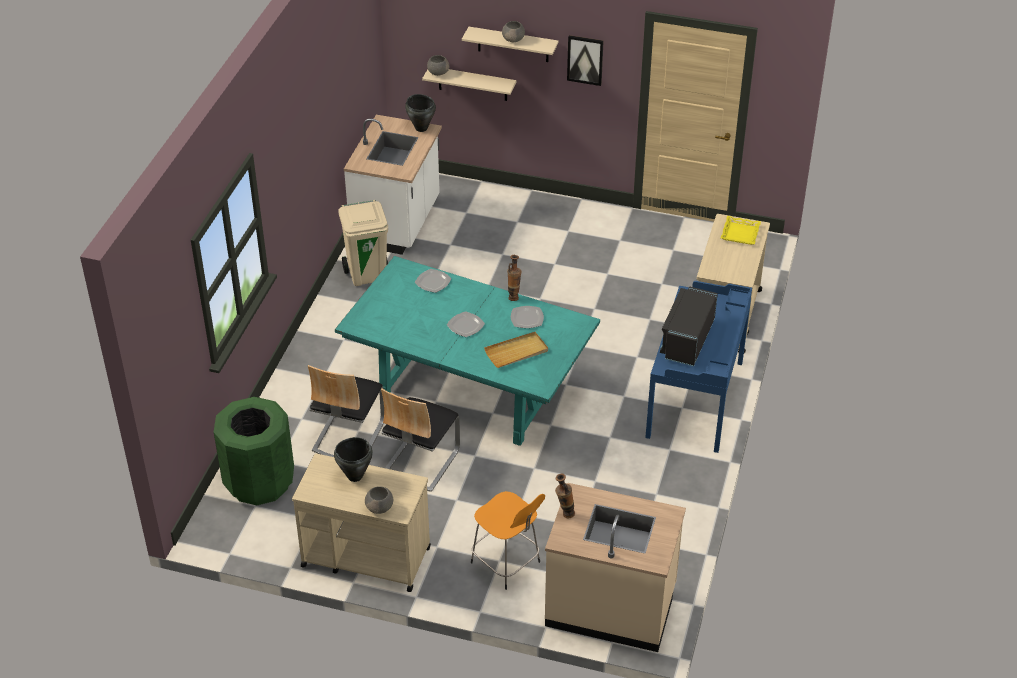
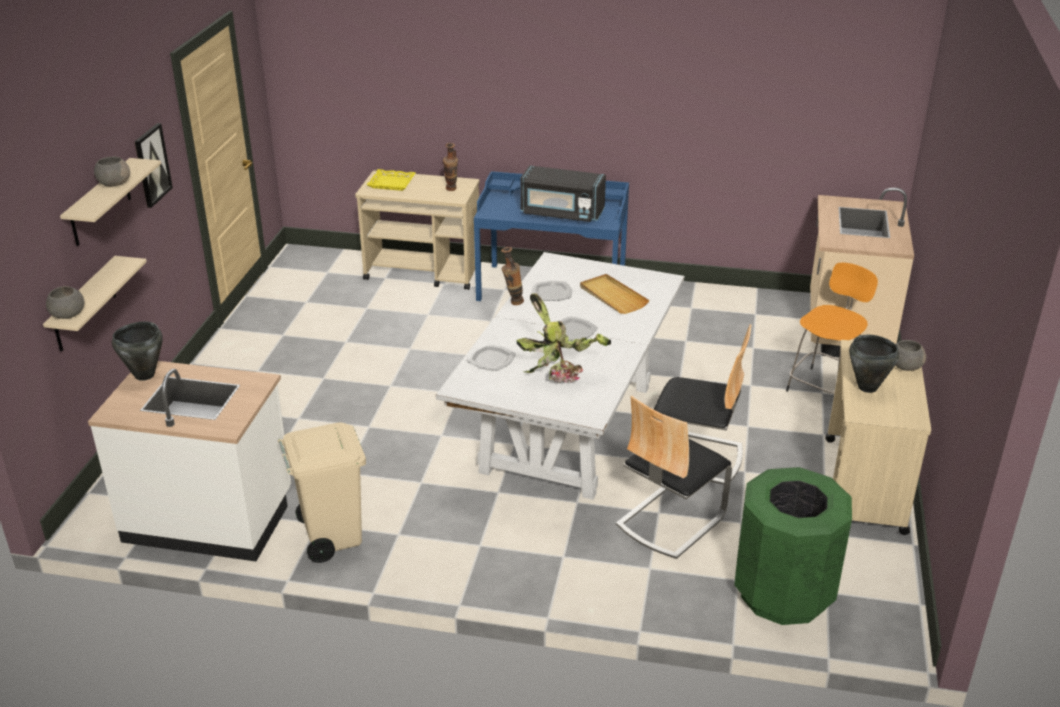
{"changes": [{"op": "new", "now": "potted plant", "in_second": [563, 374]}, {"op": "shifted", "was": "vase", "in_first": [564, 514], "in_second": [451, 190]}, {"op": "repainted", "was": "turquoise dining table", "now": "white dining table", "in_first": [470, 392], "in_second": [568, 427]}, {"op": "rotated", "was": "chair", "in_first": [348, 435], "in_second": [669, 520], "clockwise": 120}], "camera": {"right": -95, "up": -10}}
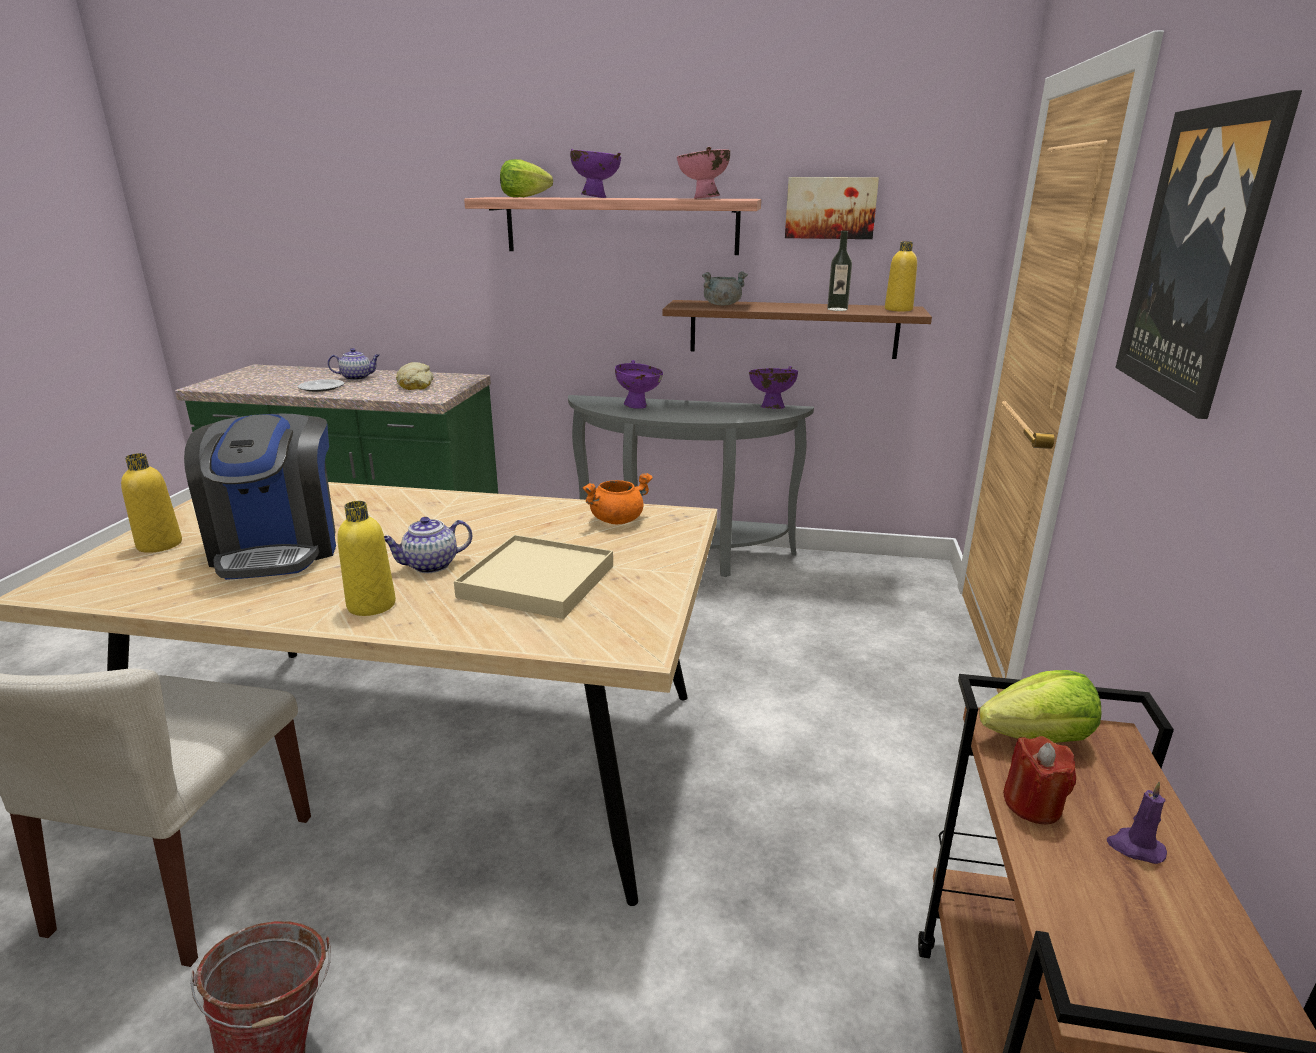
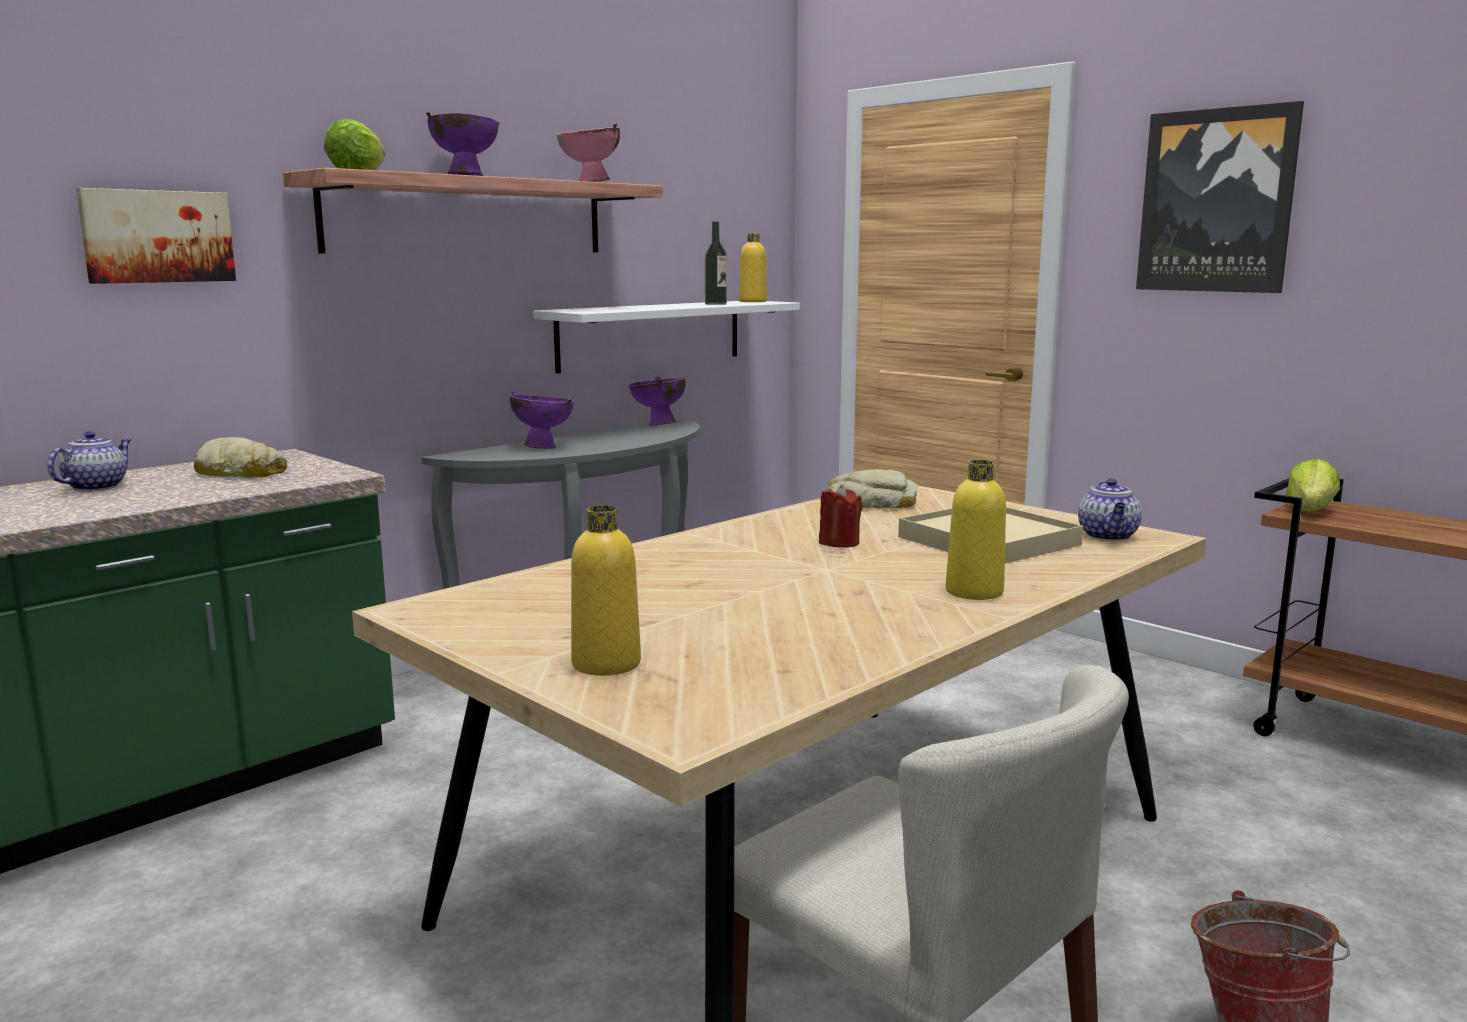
{"changes": [{"op": "gone", "was": "coffee machine", "in_first": [278, 548]}, {"op": "gone", "was": "plate", "in_first": [322, 388]}, {"op": "gone", "was": "grey cooking pot", "in_first": [722, 304]}, {"op": "gone", "was": "purple candle", "in_first": [1135, 847]}, {"op": "shifted", "was": "teapot", "in_first": [430, 566], "in_second": [1108, 536]}, {"op": "shifted", "was": "picture", "in_first": [830, 208], "in_second": [157, 236]}, {"op": "shifted", "was": "red candle", "in_first": [1032, 805], "in_second": [839, 542]}, {"op": "swapped", "was": "orange cooking pot", "now": "bread", "in_first": [617, 519], "in_second": [871, 503]}, {"op": "repainted", "was": "brown shelf", "now": "white shelf", "in_first": [793, 329], "in_second": [651, 334]}], "camera": {"right": -55, "up": -10}}
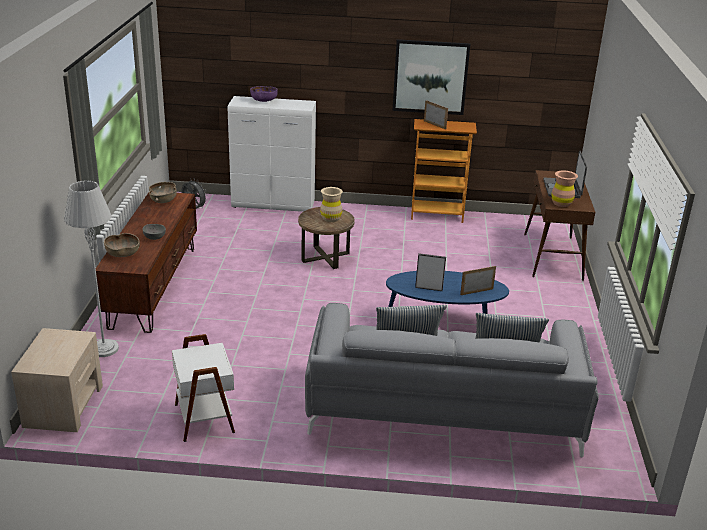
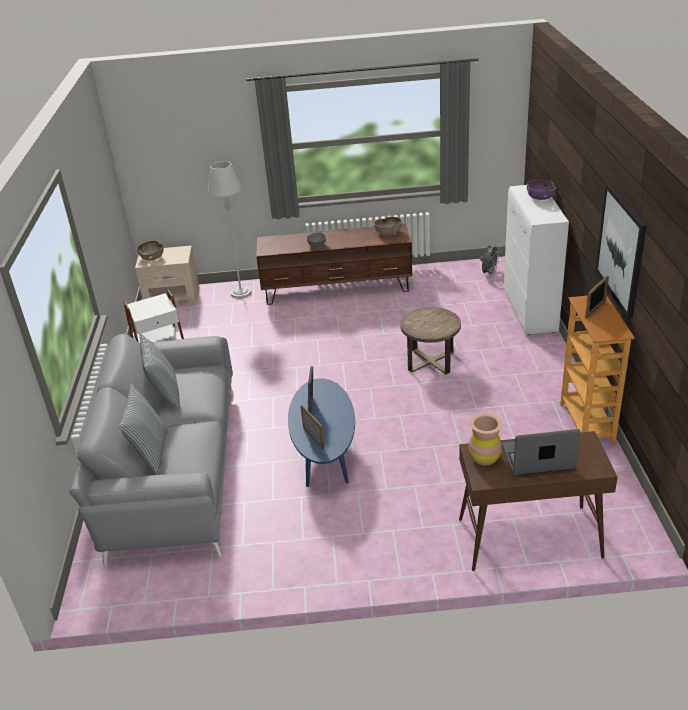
{"changes": [{"op": "gone", "was": "beige vase", "in_first": [331, 218]}, {"op": "shifted", "was": "brown bowl", "in_first": [123, 254], "in_second": [152, 258]}], "camera": {"right": 85, "up": 5}}
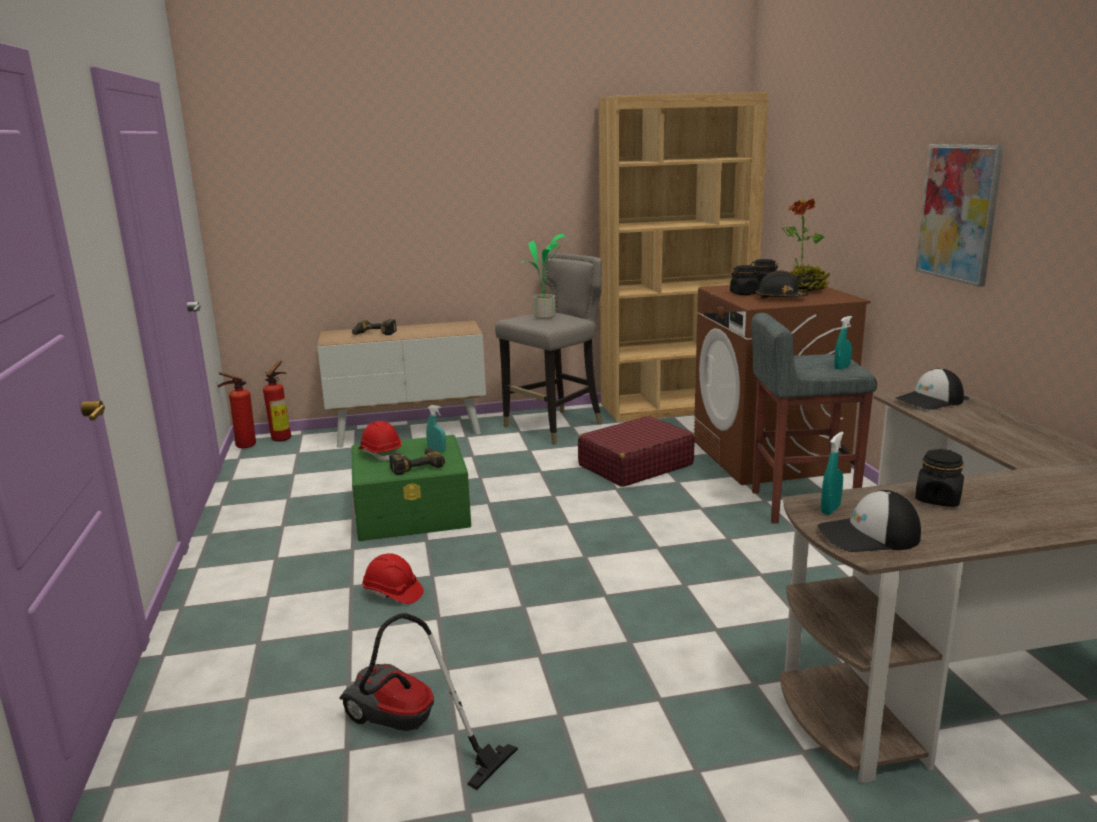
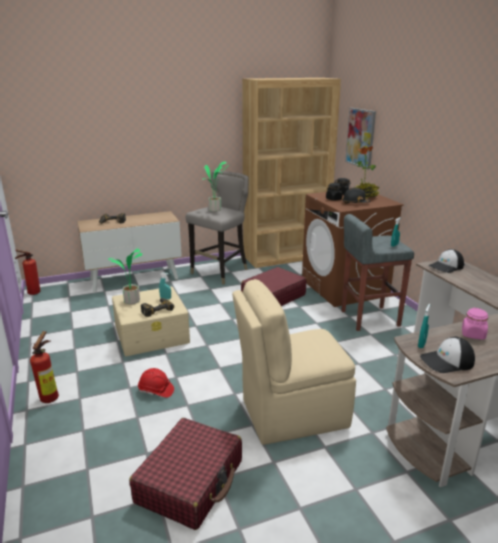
{"changes": [{"op": "new", "now": "beige chair", "in_second": [291, 413]}, {"op": "shifted", "was": "fire extinguisher", "in_first": [283, 438], "in_second": [51, 397]}, {"op": "shifted", "was": "picture", "in_first": [958, 212], "in_second": [360, 138]}, {"op": "swapped", "was": "vacuum cleaner", "now": "red suitcase", "in_first": [408, 731], "in_second": [190, 481]}, {"op": "swapped", "was": "red hard hat", "now": "potted plant", "in_first": [380, 453], "in_second": [132, 302]}, {"op": "repainted", "was": "green storage box", "now": "beige storage box", "in_first": [412, 511], "in_second": [152, 333]}, {"op": "repainted", "was": "black jar", "now": "pink jar", "in_first": [938, 499], "in_second": [473, 334]}], "camera": {"right": -10, "up": 5}}
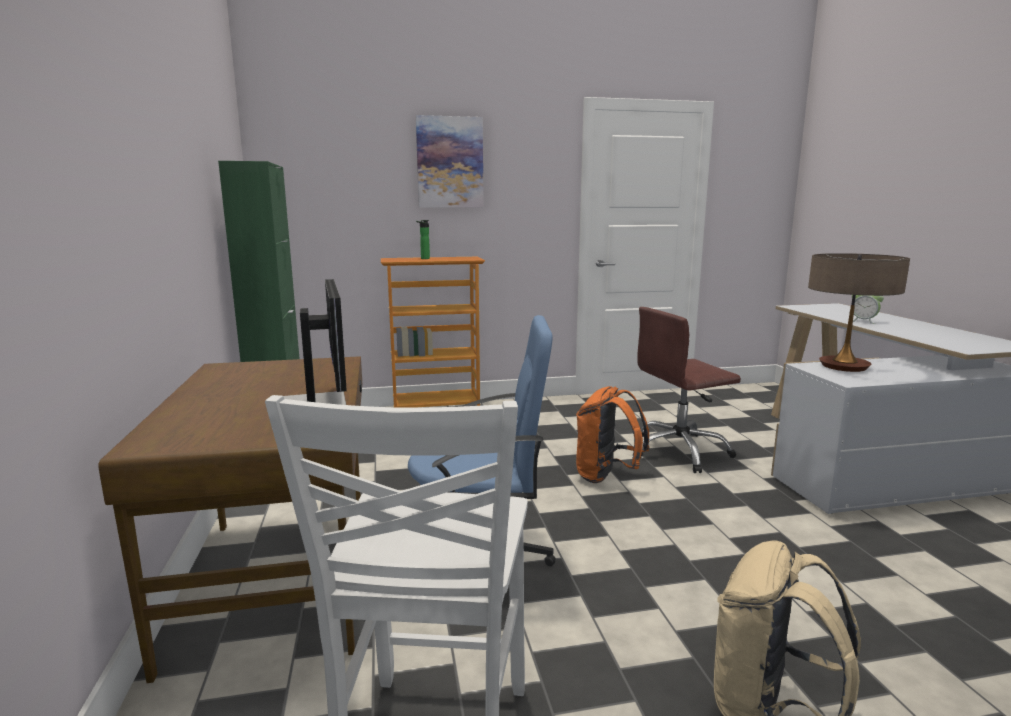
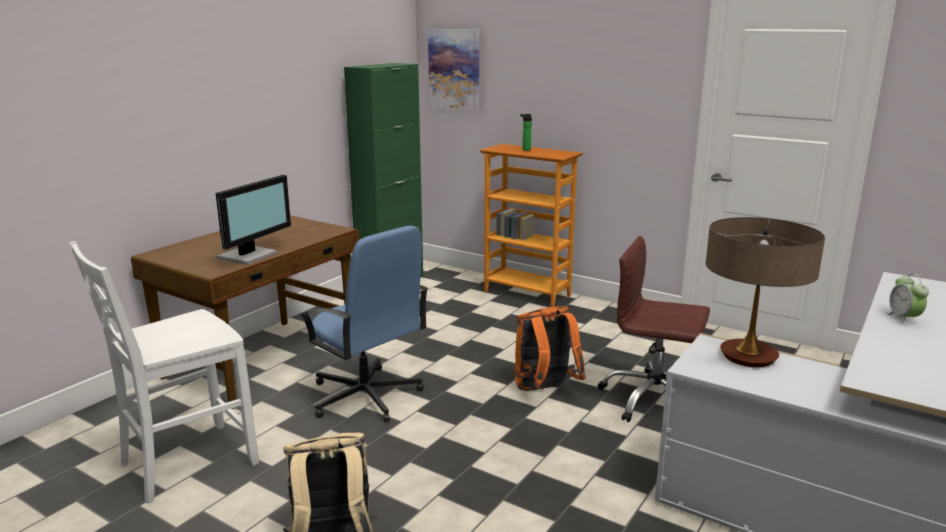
{"changes": [{"op": "shifted", "was": "picture", "in_first": [450, 162], "in_second": [454, 69]}], "camera": {"right": 45, "up": 5}}
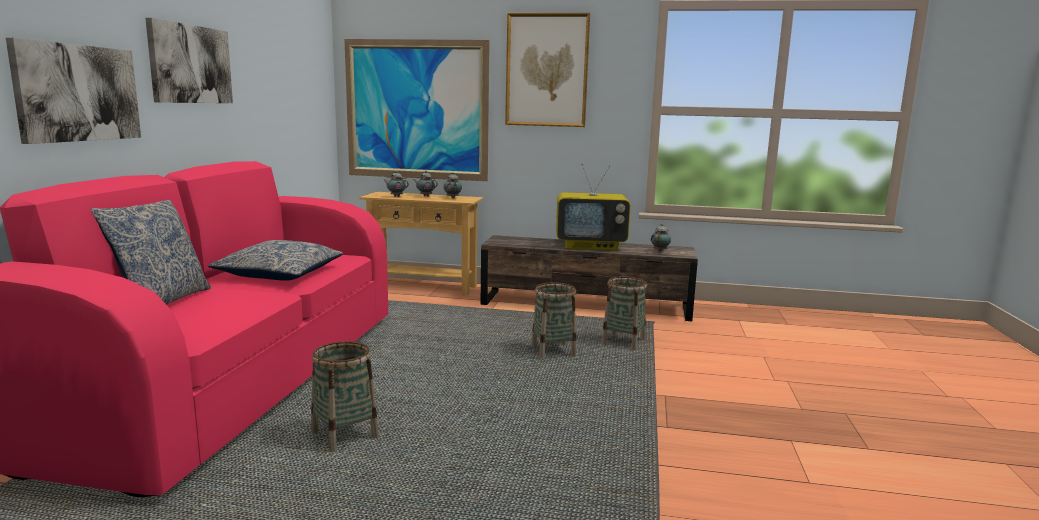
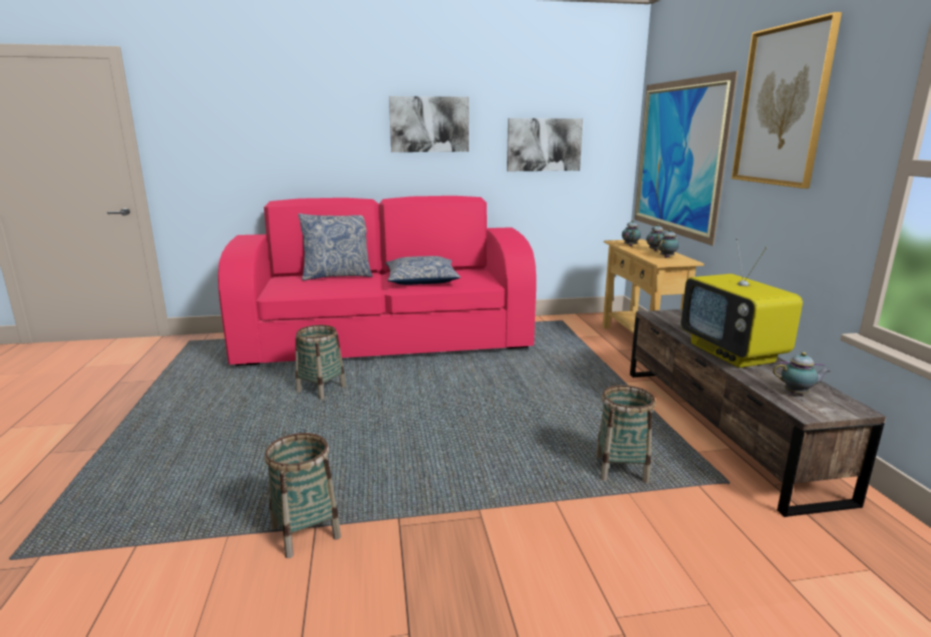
{"changes": [{"op": "shifted", "was": "picture", "in_first": [77, 93], "in_second": [544, 144]}, {"op": "shifted", "was": "basket", "in_first": [553, 351], "in_second": [305, 532]}], "camera": {"right": 70, "up": 5}}
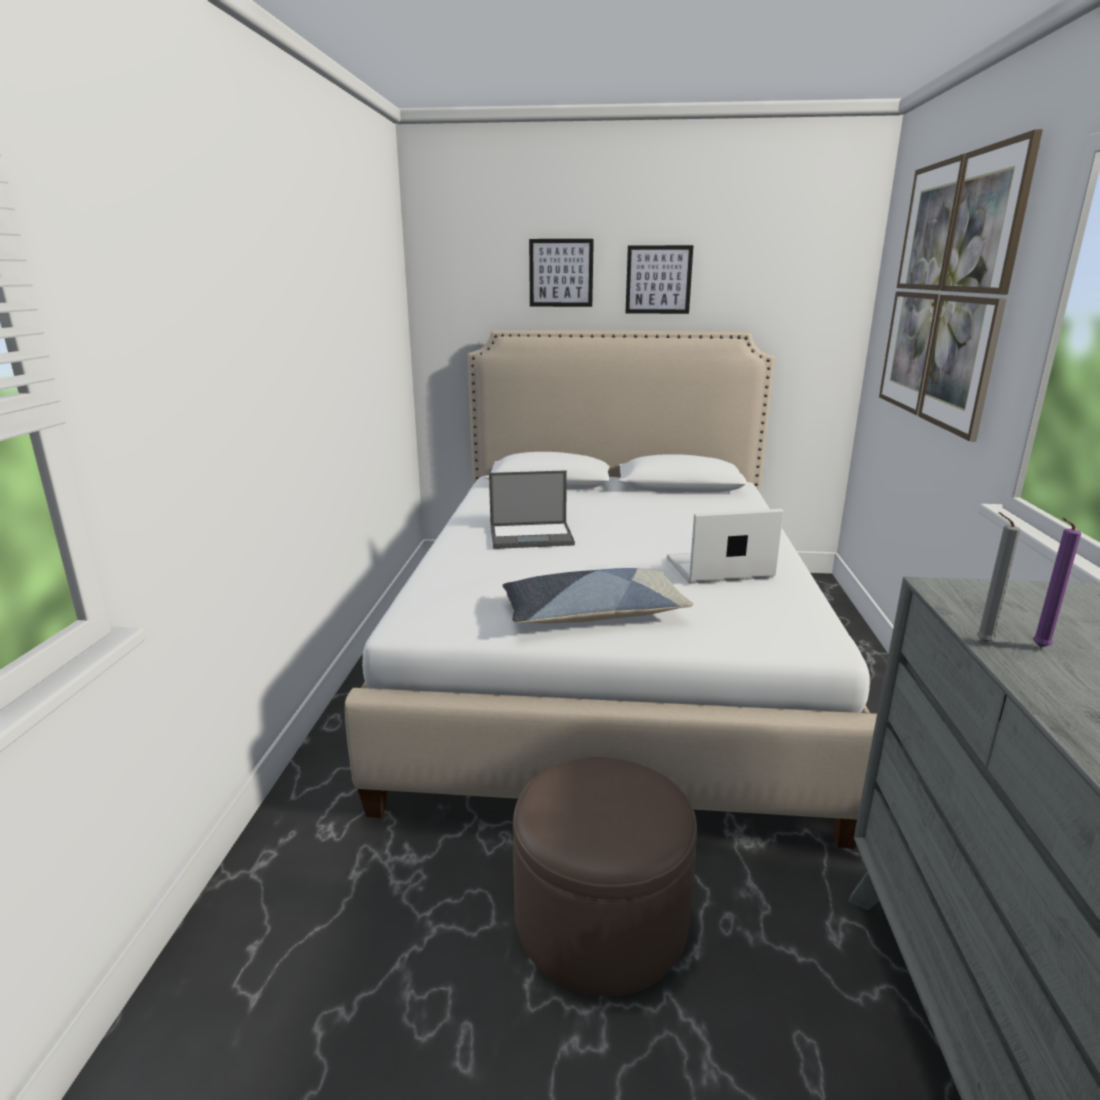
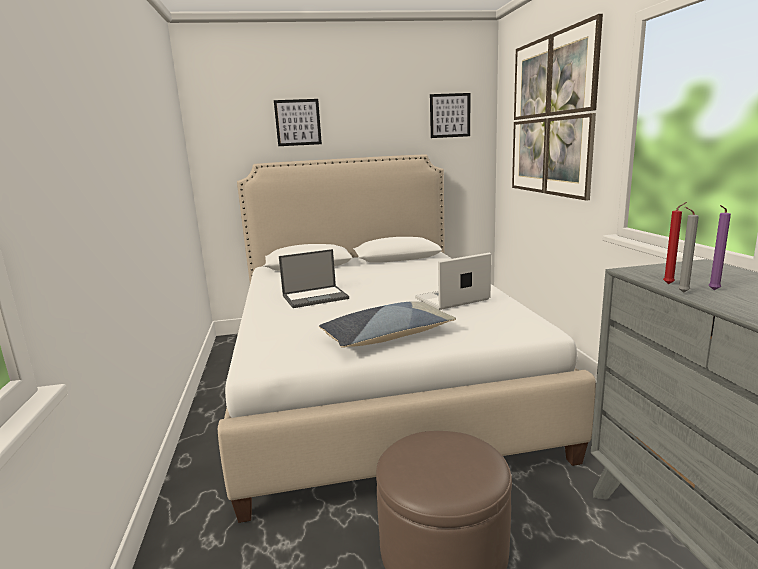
{"changes": [{"op": "new", "now": "red candle", "in_second": [670, 284]}, {"op": "shifted", "was": "picture", "in_first": [658, 280], "in_second": [450, 115]}], "camera": {"right": -15, "up": -5}}
